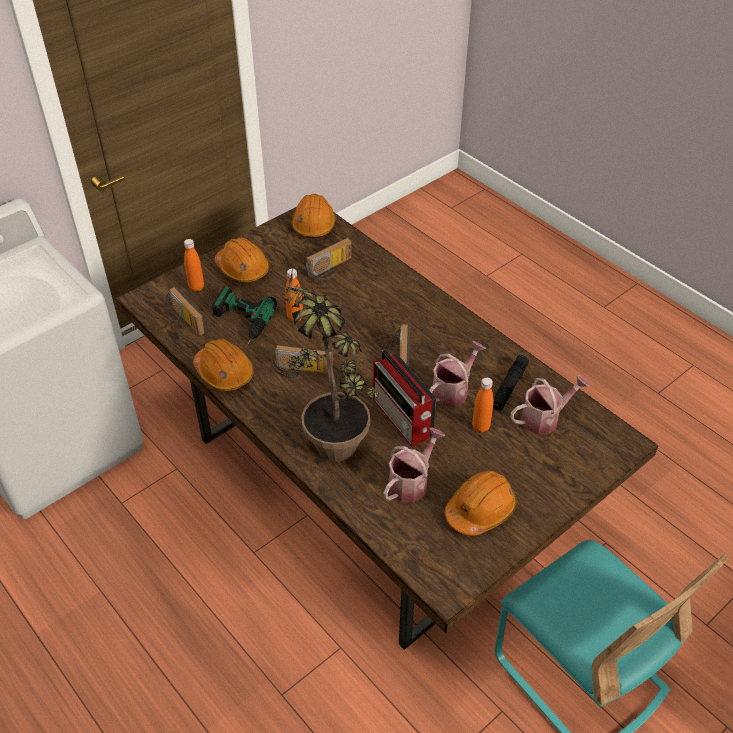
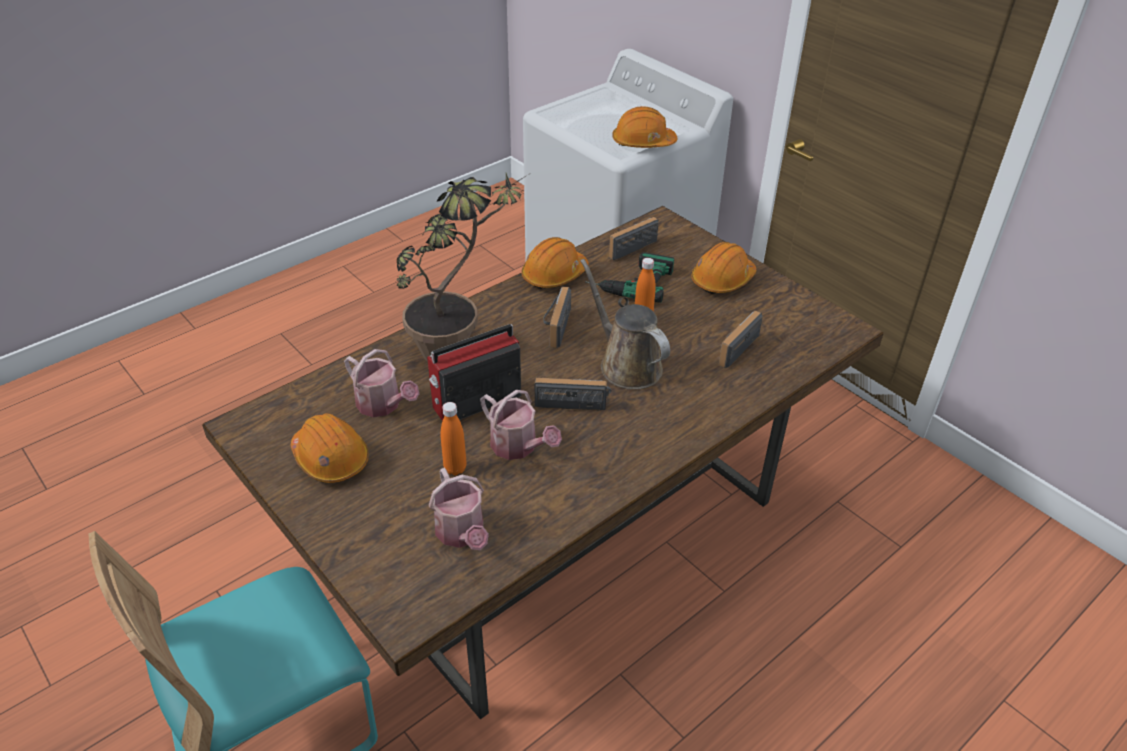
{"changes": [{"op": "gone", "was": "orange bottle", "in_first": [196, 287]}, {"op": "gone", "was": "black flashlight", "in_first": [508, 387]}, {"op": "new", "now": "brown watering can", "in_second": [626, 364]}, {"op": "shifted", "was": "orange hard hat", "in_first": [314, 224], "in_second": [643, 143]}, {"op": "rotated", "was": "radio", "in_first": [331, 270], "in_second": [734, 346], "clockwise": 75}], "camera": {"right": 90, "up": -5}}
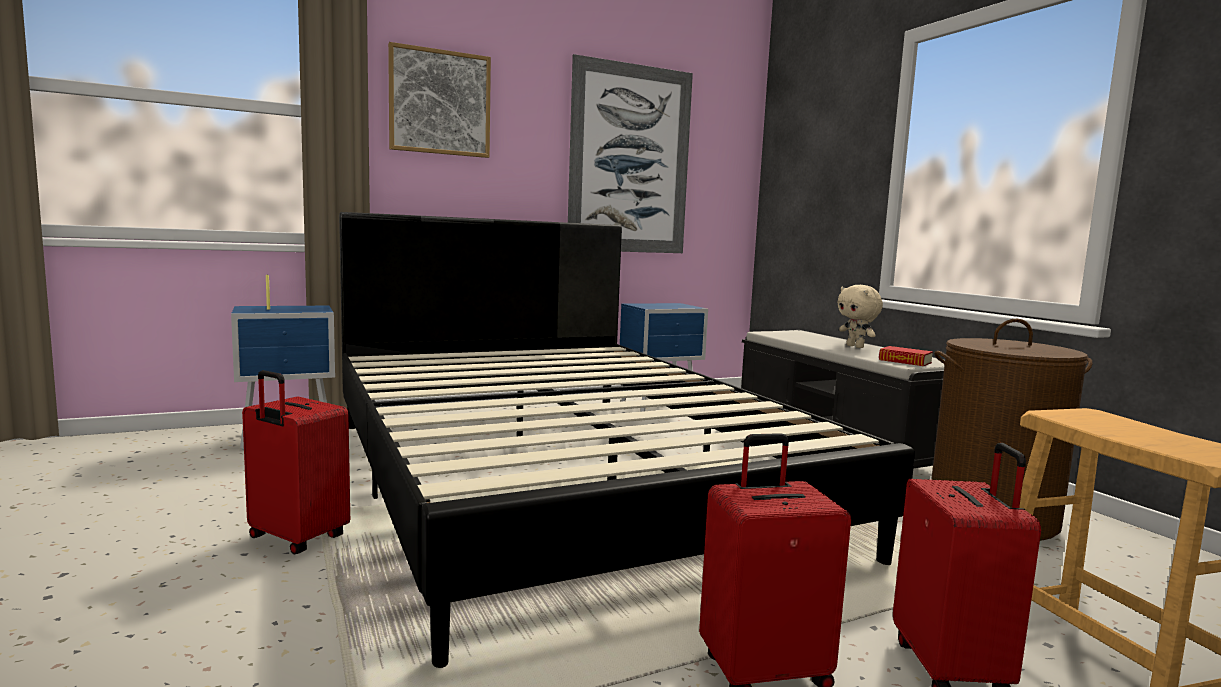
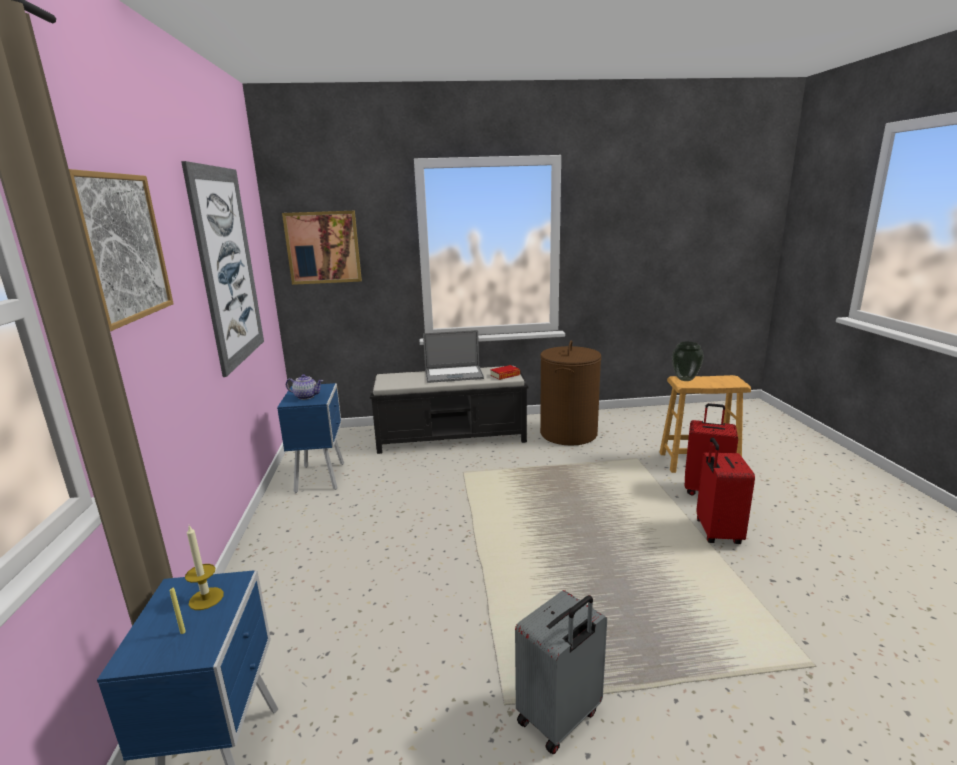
{"changes": [{"op": "gone", "was": "black bed", "in_first": [560, 479]}, {"op": "new", "now": "candle", "in_second": [206, 598]}, {"op": "new", "now": "picture", "in_second": [323, 247]}, {"op": "new", "now": "teapot", "in_second": [306, 396]}, {"op": "new", "now": "vase", "in_second": [685, 379]}, {"op": "swapped", "was": "beige plush toy", "now": "laptop", "in_first": [856, 346], "in_second": [453, 375]}, {"op": "repainted", "was": "red suitcase", "now": "grey suitcase", "in_first": [296, 539], "in_second": [560, 718]}], "camera": {"right": -70, "up": 10}}
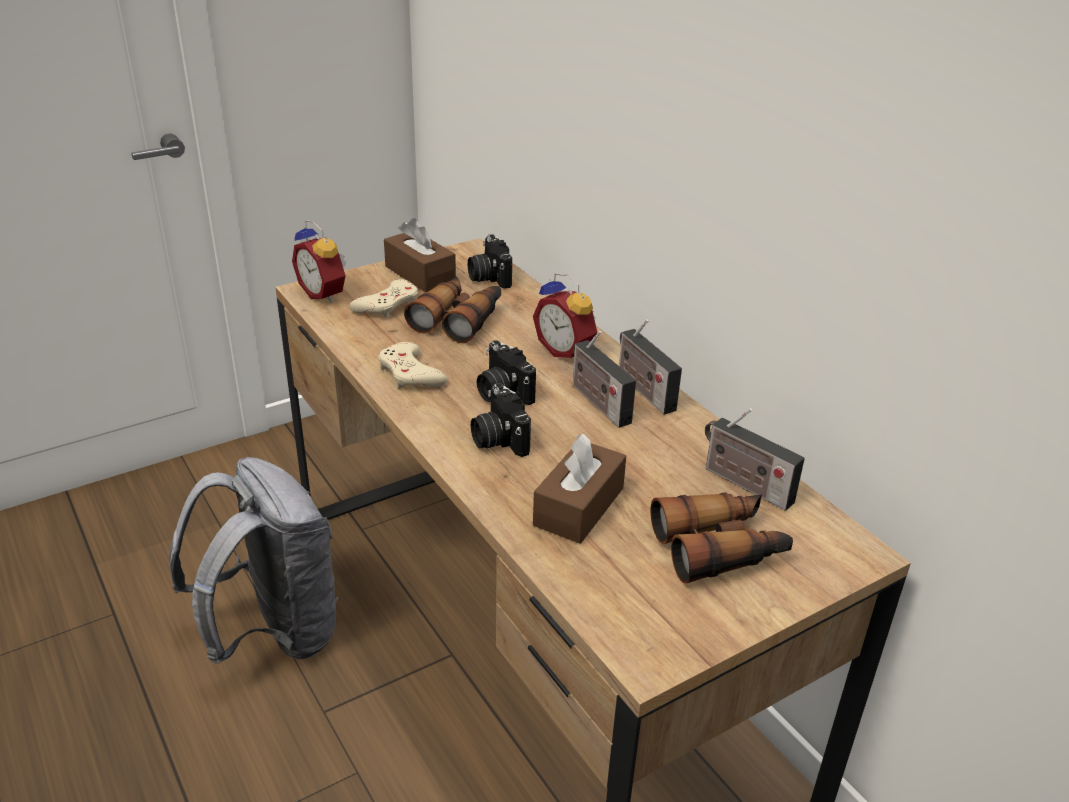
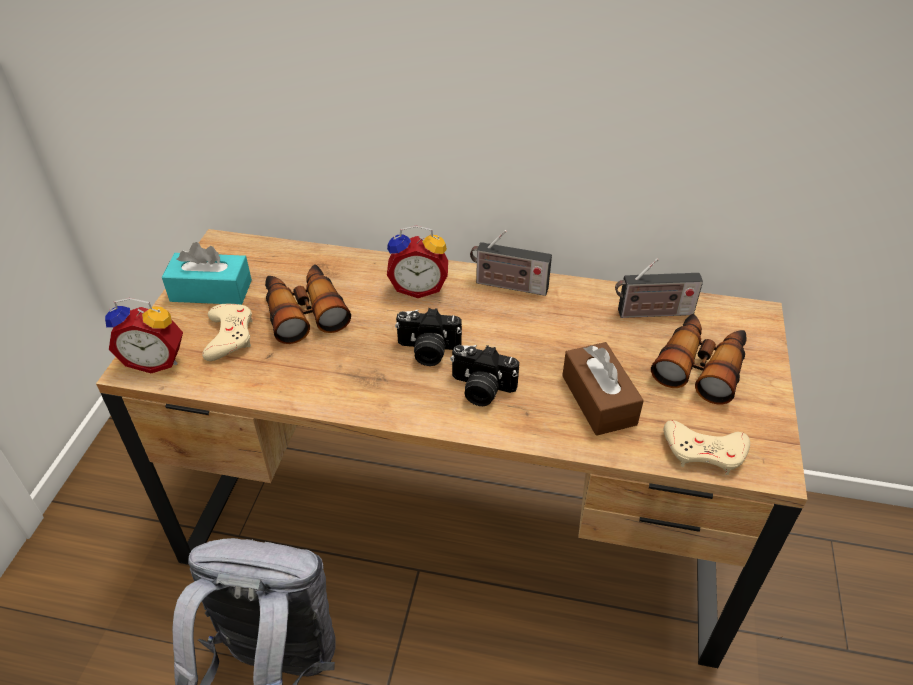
{"changes": [{"op": "gone", "was": "photo camera", "in_first": [488, 277]}, {"op": "gone", "was": "radio", "in_first": [597, 402]}, {"op": "shifted", "was": "beige game controller", "in_first": [410, 374], "in_second": [704, 451]}, {"op": "repainted", "was": "brown tissue box", "now": "turquoise tissue box", "in_first": [420, 274], "in_second": [211, 291]}], "camera": {"right": -45, "up": 10}}
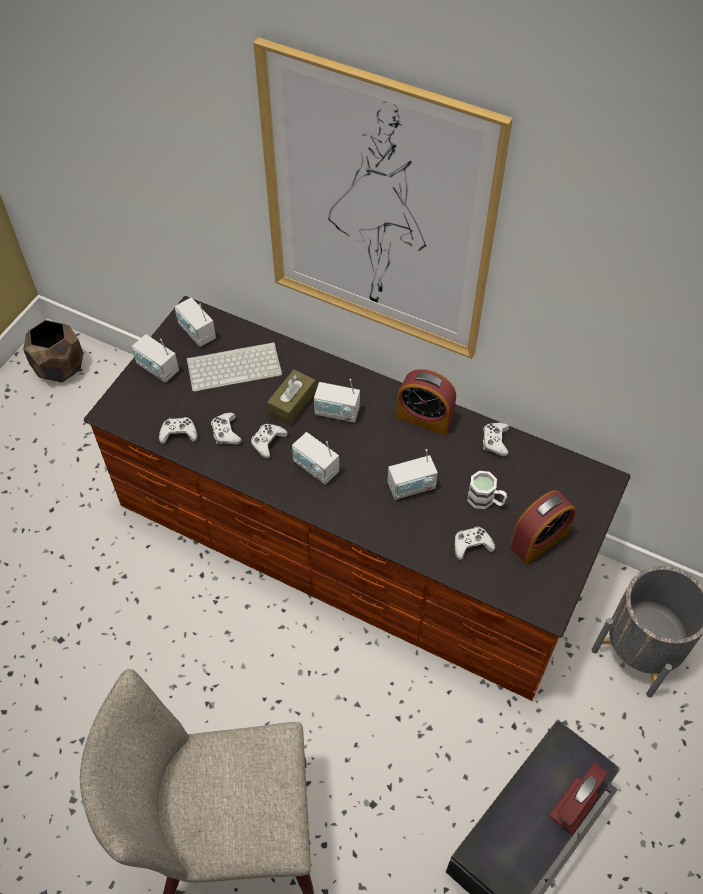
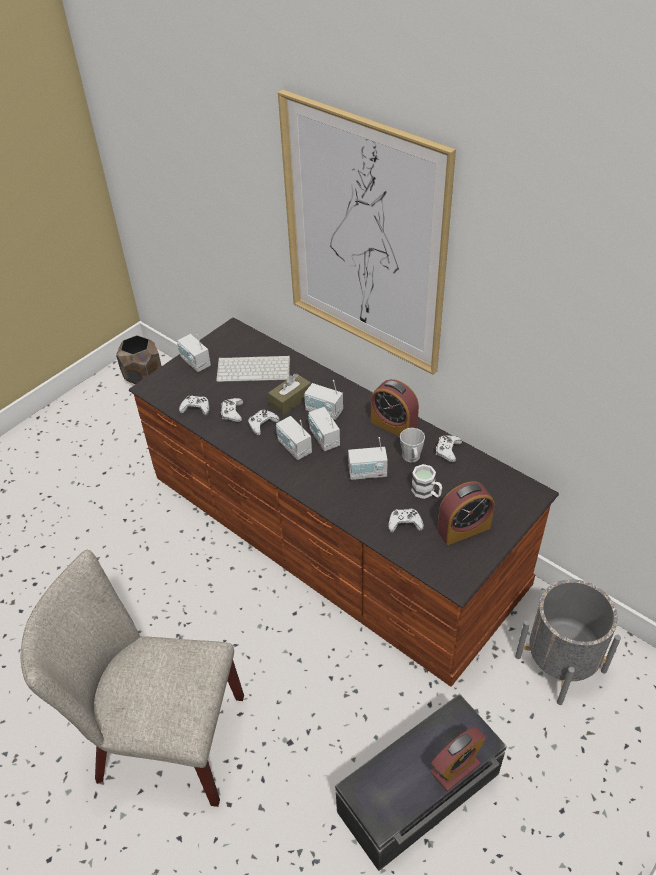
{"changes": [{"op": "new", "now": "grey mug", "in_second": [412, 458]}, {"op": "shifted", "was": "radio", "in_first": [197, 332], "in_second": [324, 438]}], "camera": {"right": 15, "up": -10}}
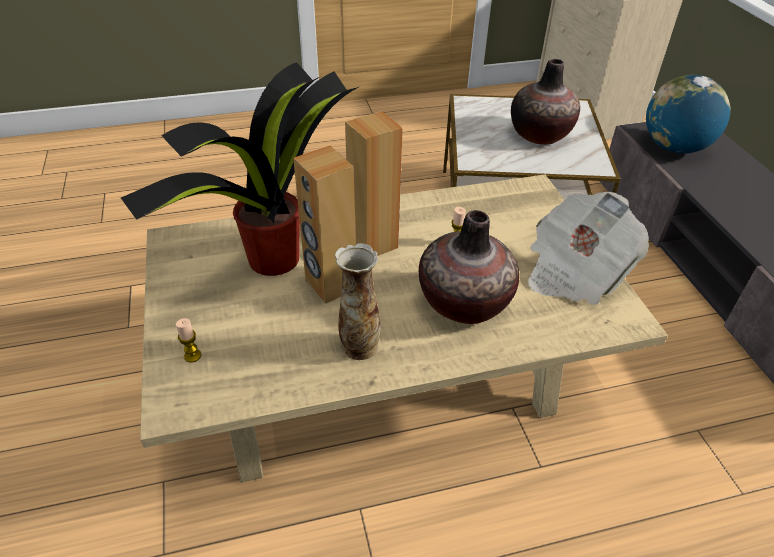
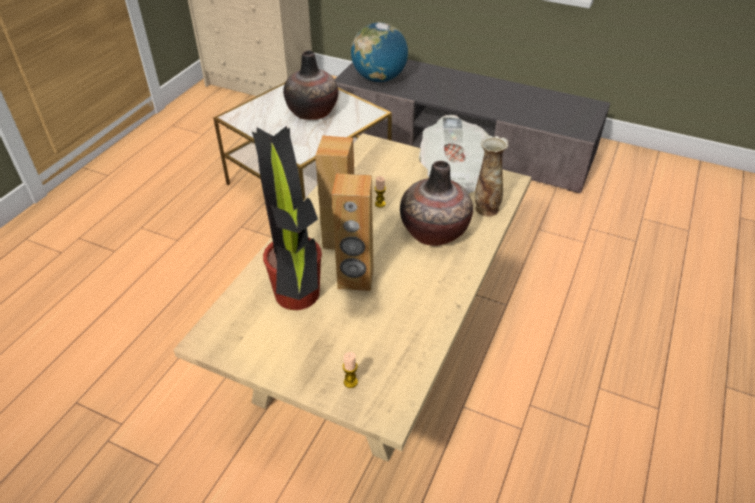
{"changes": [{"op": "shifted", "was": "vase", "in_first": [359, 346], "in_second": [486, 209]}], "camera": {"right": -50, "up": 0}}
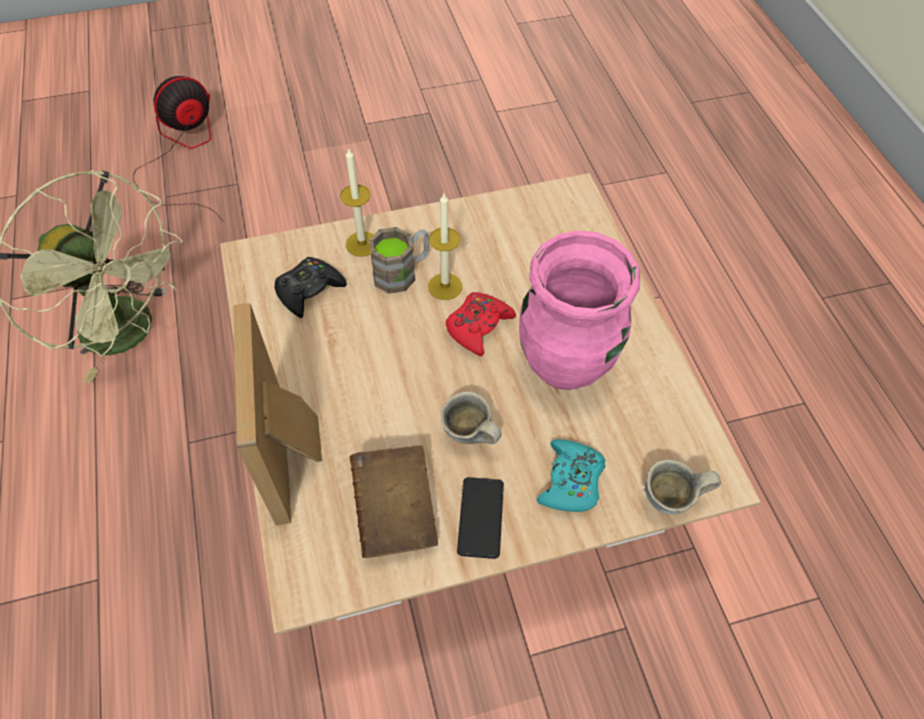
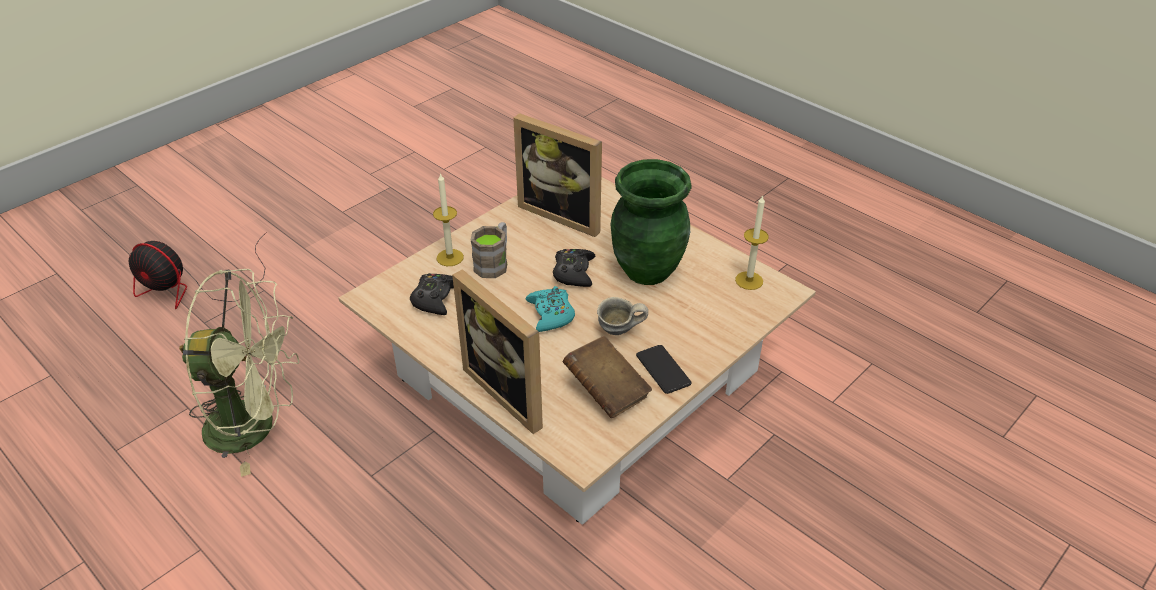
{"changes": [{"op": "gone", "was": "grey mug", "in_first": [670, 502]}, {"op": "new", "now": "picture frame", "in_second": [564, 213]}, {"op": "shifted", "was": "candle", "in_first": [445, 286], "in_second": [749, 280]}, {"op": "shifted", "was": "turquoise game controller", "in_first": [571, 481], "in_second": [551, 314]}, {"op": "repainted", "was": "red game controller", "now": "black game controller", "in_first": [478, 327], "in_second": [574, 272]}, {"op": "repainted", "was": "pink vase", "now": "green vase", "in_first": [566, 364], "in_second": [647, 270]}, {"op": "rotated", "was": "fan", "in_first": [184, 154], "in_second": [195, 287], "clockwise": -90}], "camera": {"right": -30, "up": -15}}
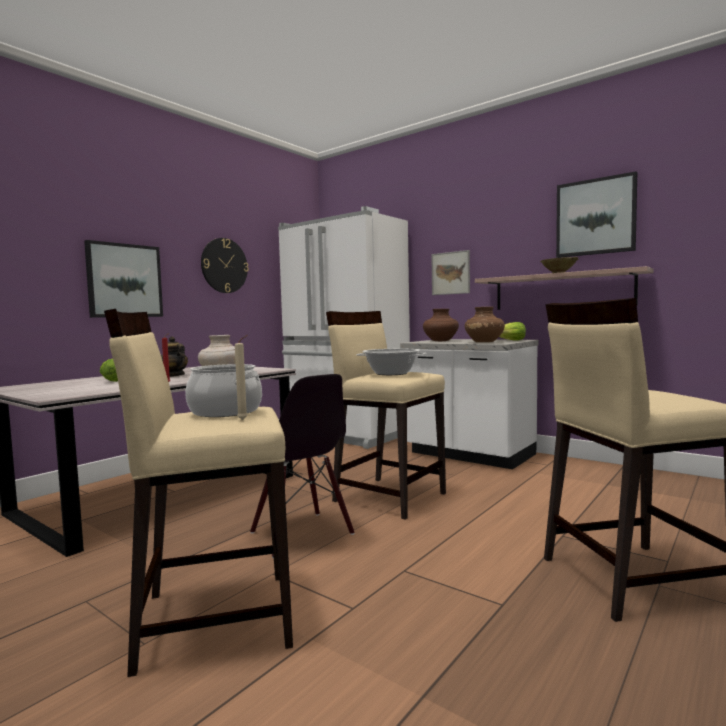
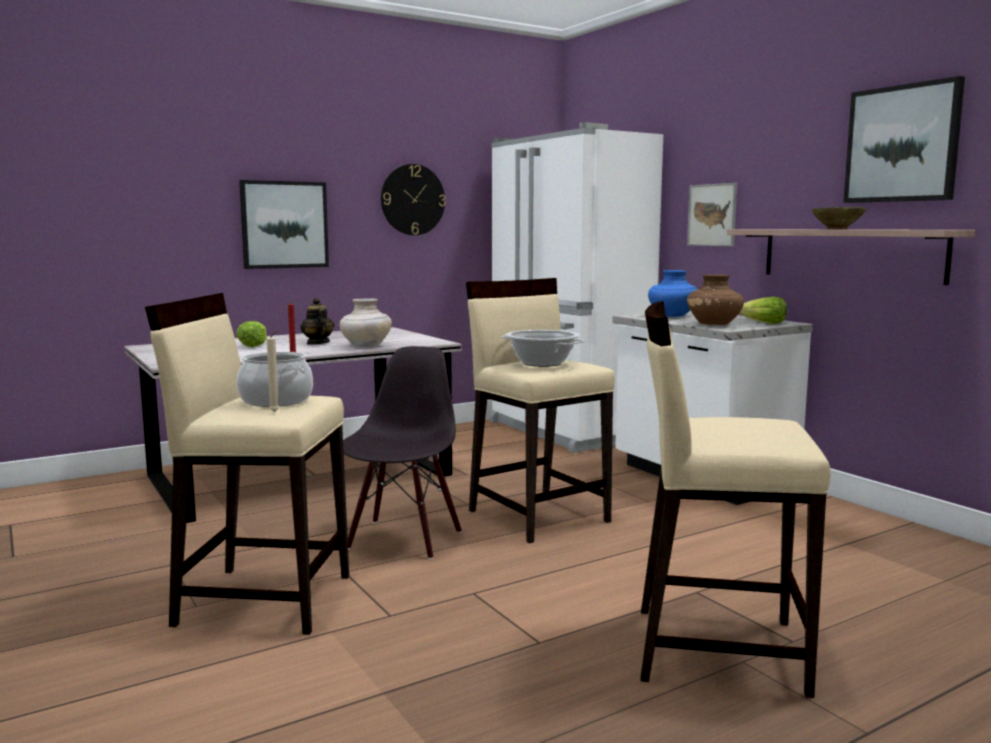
{"changes": [{"op": "repainted", "was": "brown vase", "now": "blue vase", "in_first": [440, 341], "in_second": [672, 316]}, {"op": "rotated", "was": "black chair", "in_first": [300, 534], "in_second": [403, 539], "clockwise": -150}], "camera": {"right": 20, "up": 5}}
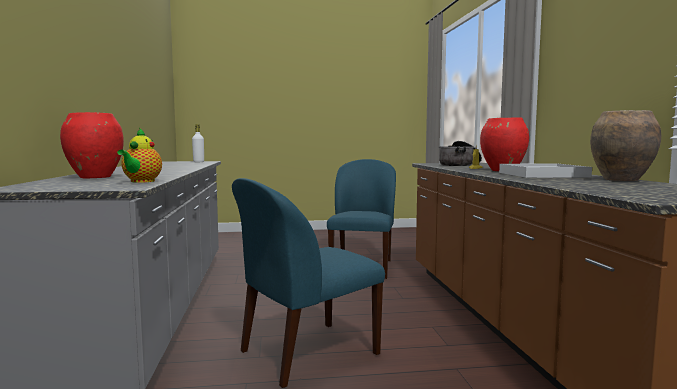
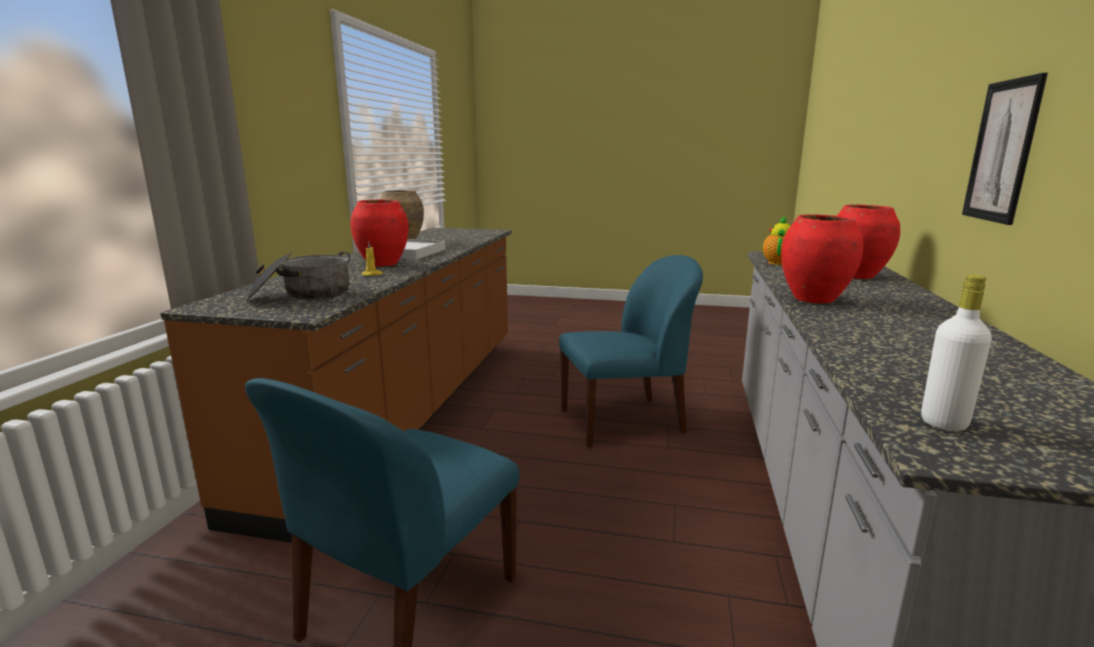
{"changes": [{"op": "new", "now": "red vase", "in_second": [814, 299]}, {"op": "new", "now": "picture", "in_second": [1002, 151]}], "camera": {"right": -160, "up": 10}}
